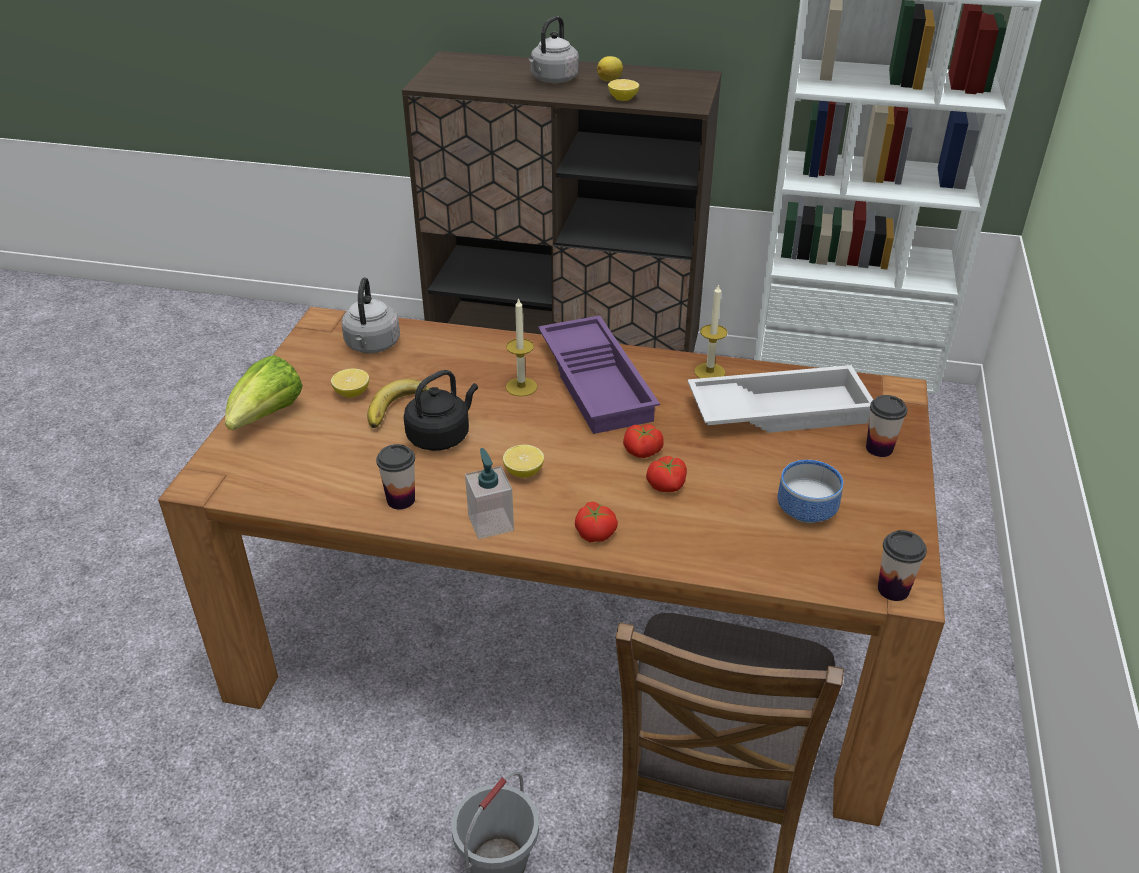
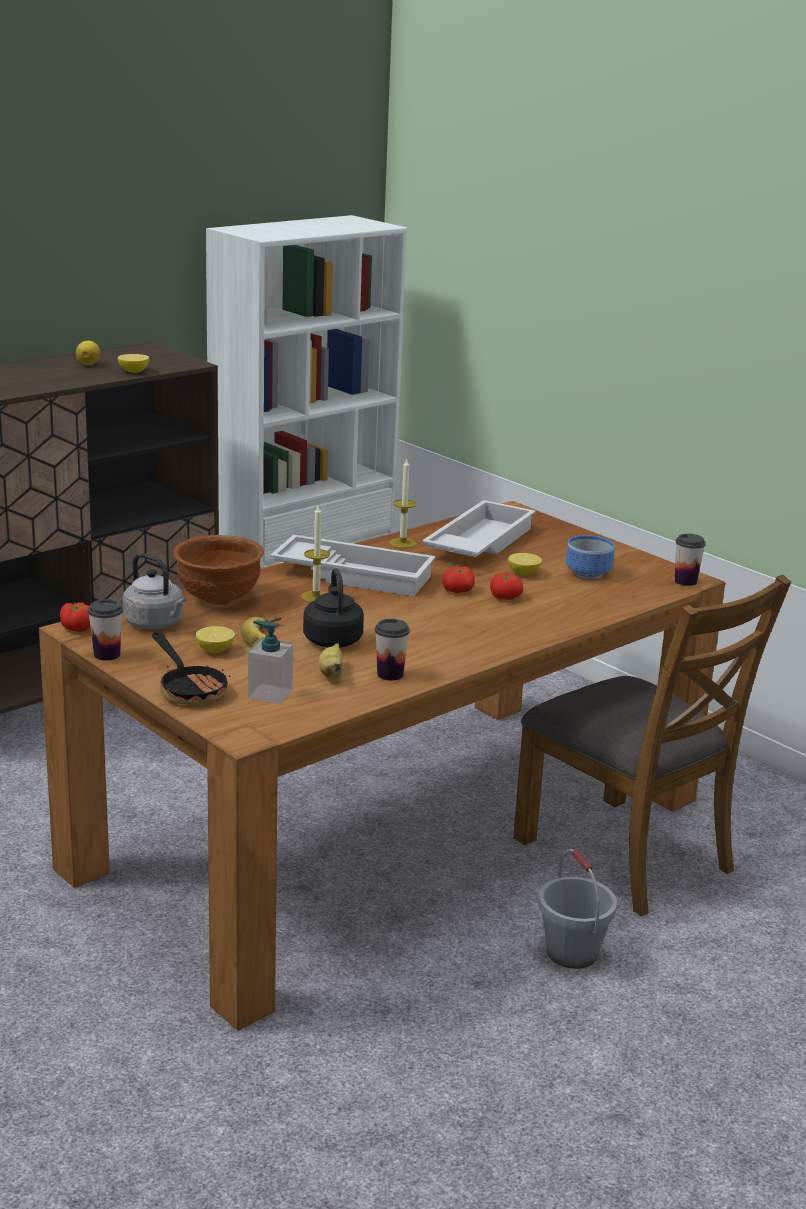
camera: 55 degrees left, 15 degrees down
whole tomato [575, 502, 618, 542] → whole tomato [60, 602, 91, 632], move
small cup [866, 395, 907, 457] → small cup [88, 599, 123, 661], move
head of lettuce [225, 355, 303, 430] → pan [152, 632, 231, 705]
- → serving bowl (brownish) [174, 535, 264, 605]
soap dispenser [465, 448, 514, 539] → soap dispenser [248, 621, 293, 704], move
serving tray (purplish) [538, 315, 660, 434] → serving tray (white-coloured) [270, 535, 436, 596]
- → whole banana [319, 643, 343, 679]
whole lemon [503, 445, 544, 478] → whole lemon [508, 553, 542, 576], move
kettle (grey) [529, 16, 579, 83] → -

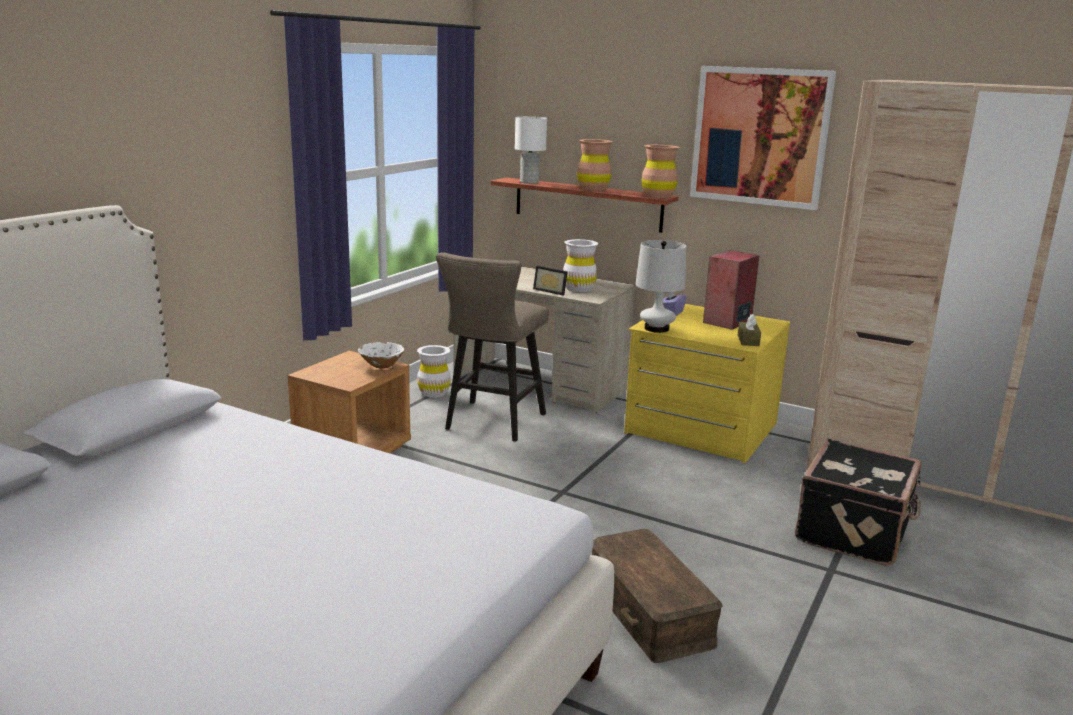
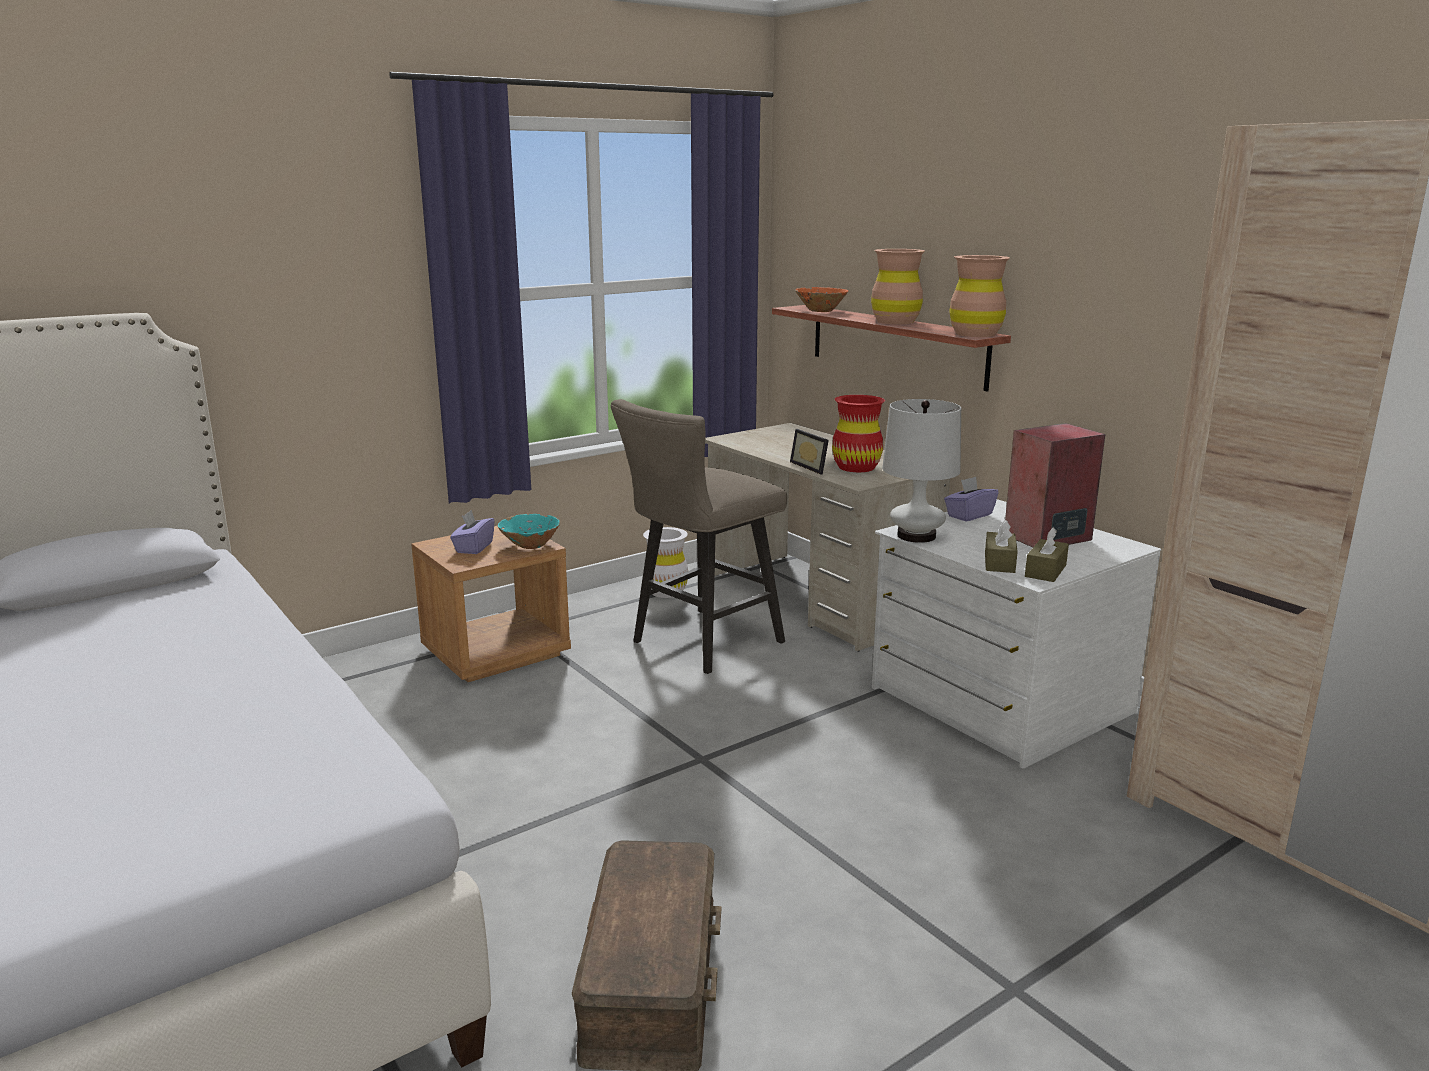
camera: 25 degrees right, 0 degrees up
- → tissue box (purplish) [450, 510, 495, 554]
serving bowl (white-coloured) [358, 342, 404, 369] → serving bowl (turquoise) [498, 514, 560, 549]
lamp for a table (white-coloured) [515, 116, 547, 184] → serving bowl (orange) [795, 287, 848, 312]
decorative vase (white-coloured) [563, 239, 598, 292] → decorative vase (red) [832, 395, 885, 472]
drawer chest (yellow-coloured) [624, 304, 790, 463] → drawer chest (white-coloured) [872, 499, 1161, 768]
- → tissue box (brownish) [985, 520, 1018, 573]
picture [690, 66, 836, 210] → -
travel case (black) [795, 439, 921, 566] → -

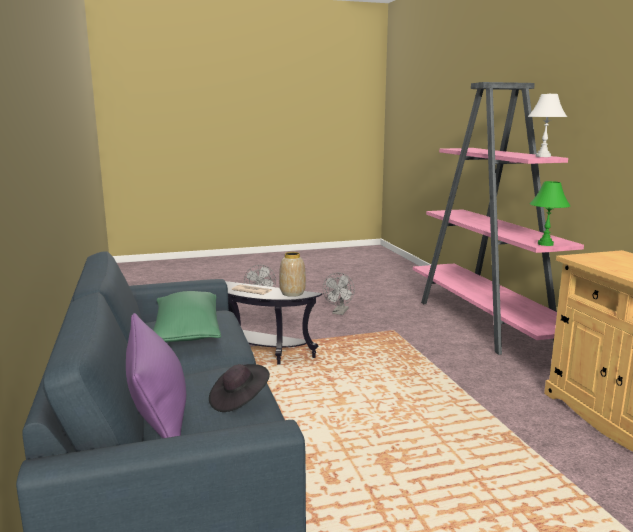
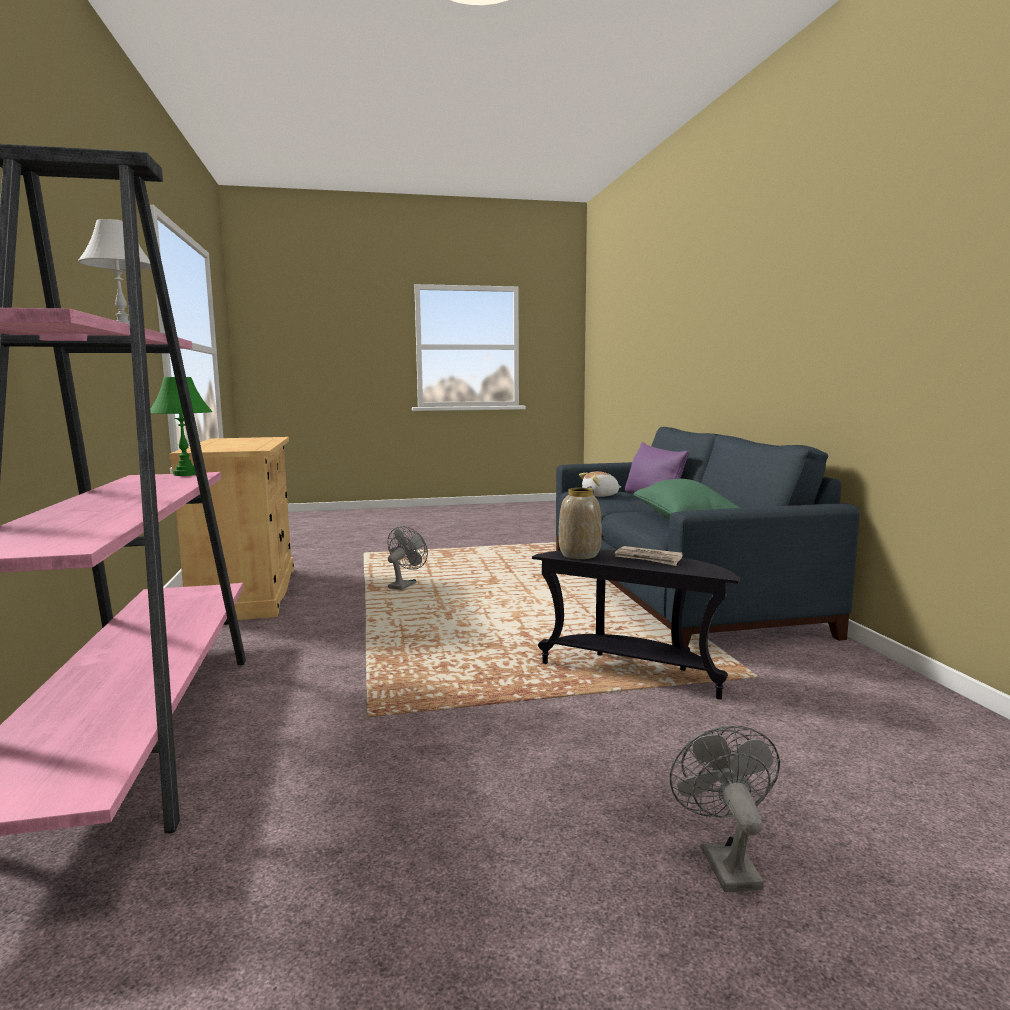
camera: 175 degrees left, 5 degrees down
cooling fan (grey) [323, 273, 355, 315] → cooling fan (grey) [387, 526, 428, 590], move
hat (black) [209, 364, 270, 412] → cuddly toy [579, 471, 621, 497]

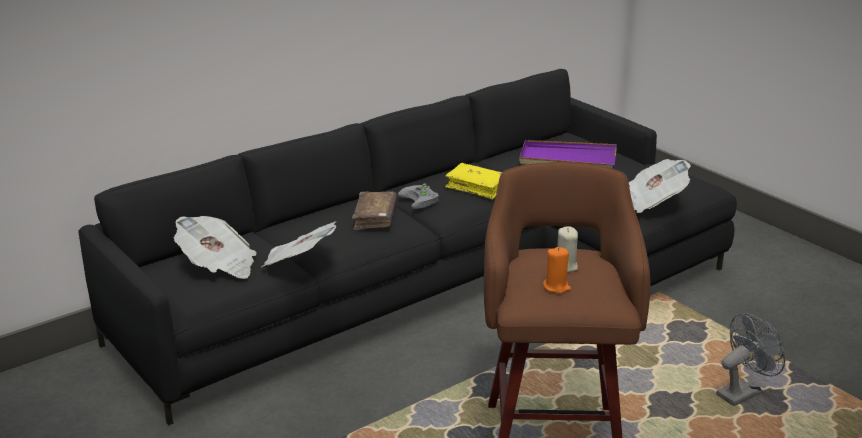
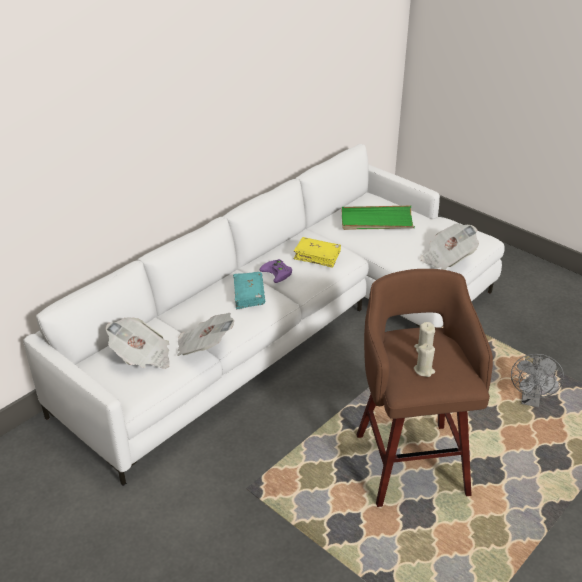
camera: 10 degrees left, 10 degrees up
settee (black) [79, 69, 737, 425] → settee (white-coloured) [23, 144, 505, 486]
book (brownish) [352, 191, 397, 230] → book (turquoise) [233, 272, 265, 309]
joypad (grey) [398, 183, 439, 209] → joypad (purplish) [260, 259, 292, 283]
serving tray (purplish) [519, 140, 617, 168] → serving tray (green) [342, 206, 415, 230]
wax candle (orange) [543, 247, 571, 294] → wax candle (sand-coloured) [414, 343, 435, 377]
cooling fan (grey) [716, 313, 785, 406] → cooling fan (grey) [511, 354, 564, 407], 150 degrees clockwise

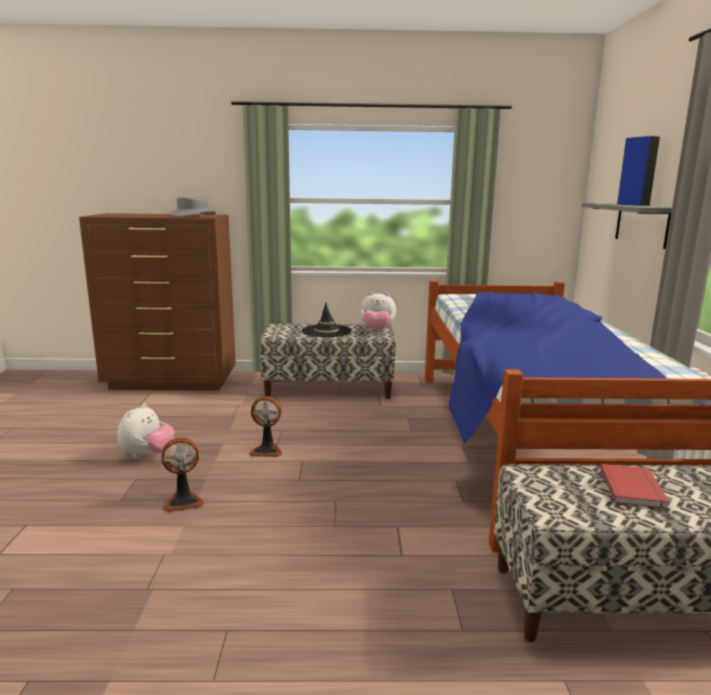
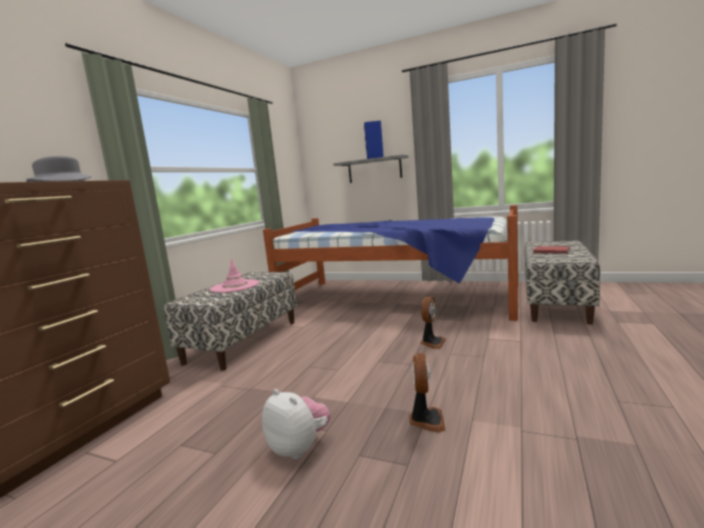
camera: 65 degrees left, 5 degrees down
hat (black) [302, 302, 351, 337] → hat (pink) [210, 258, 259, 293]
cooling fan [249, 396, 282, 457] → cooling fan [420, 296, 446, 349], move
cuddly toy [360, 292, 396, 331] → -

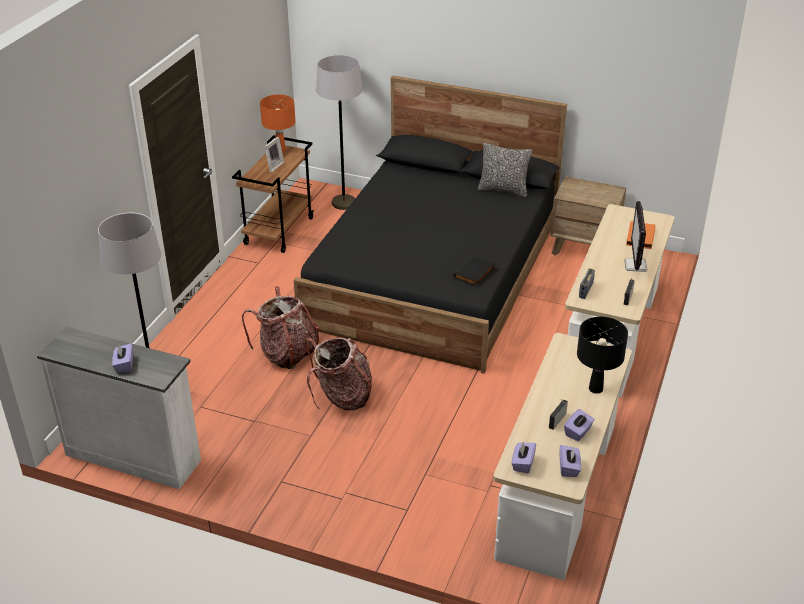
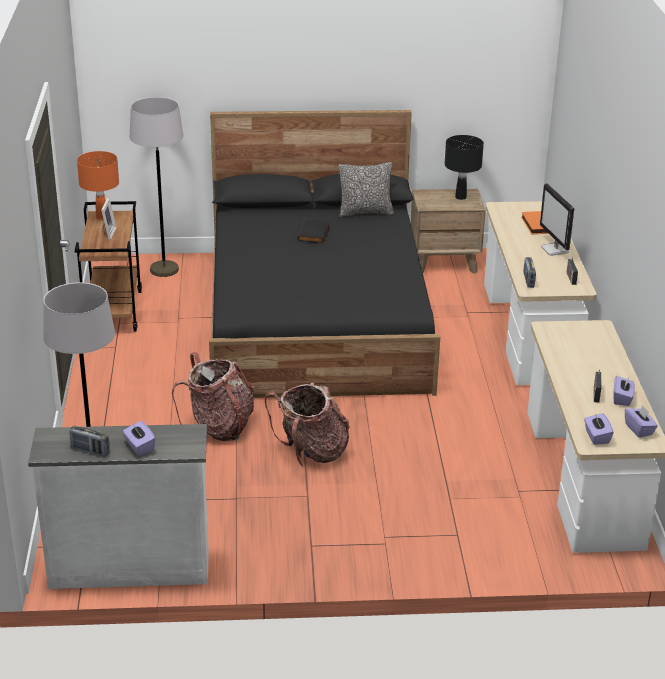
camera: 25 degrees left, 5 degrees down
- → radio receiver [69, 426, 110, 457]
book (black) [454, 255, 495, 286] → book (black) [298, 218, 330, 243], move
lamp for a table (black) [577, 317, 628, 394] → lamp for a table (black) [445, 135, 484, 200], move

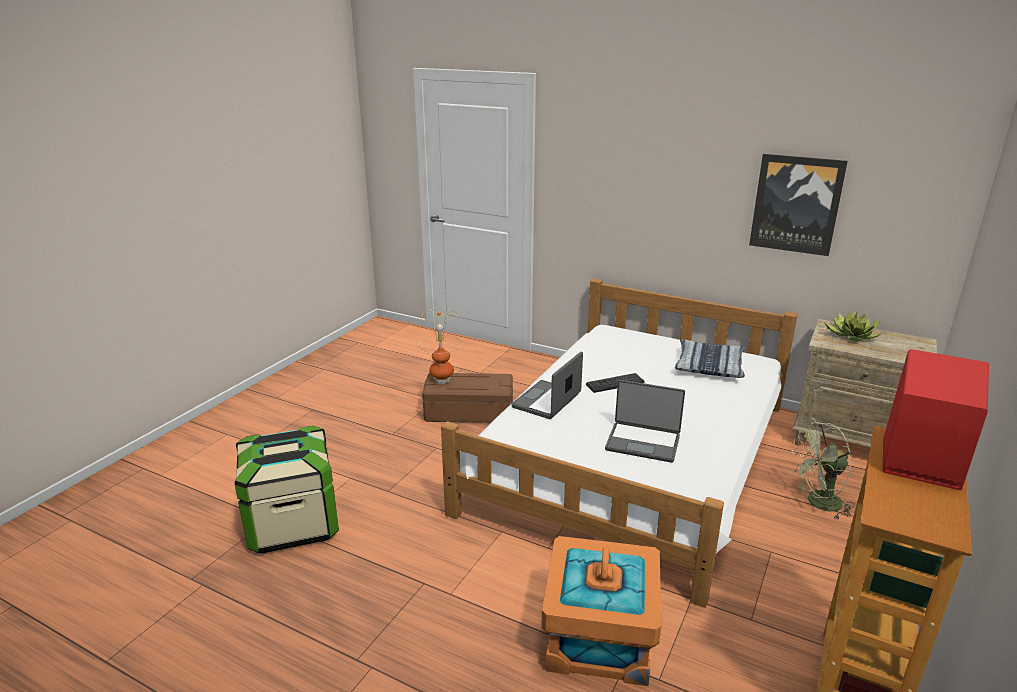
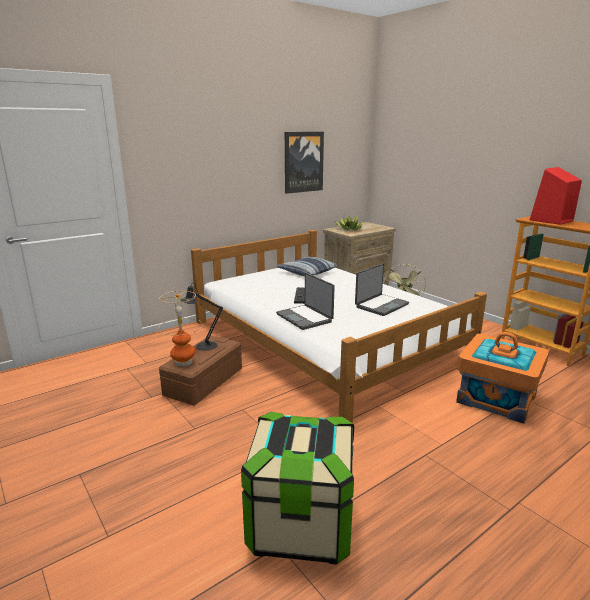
camera: 65 degrees left, 5 degrees down
- → lamp for a table (black) [181, 282, 223, 351]

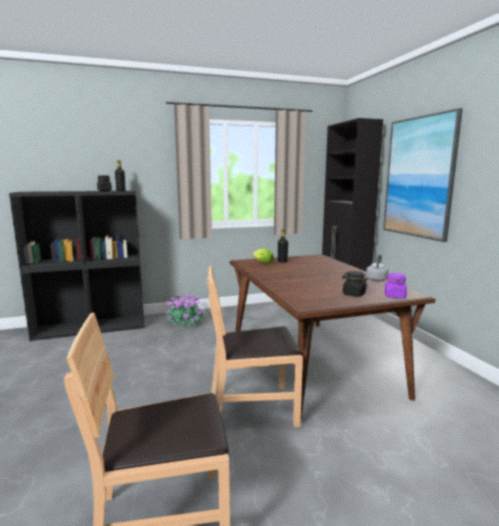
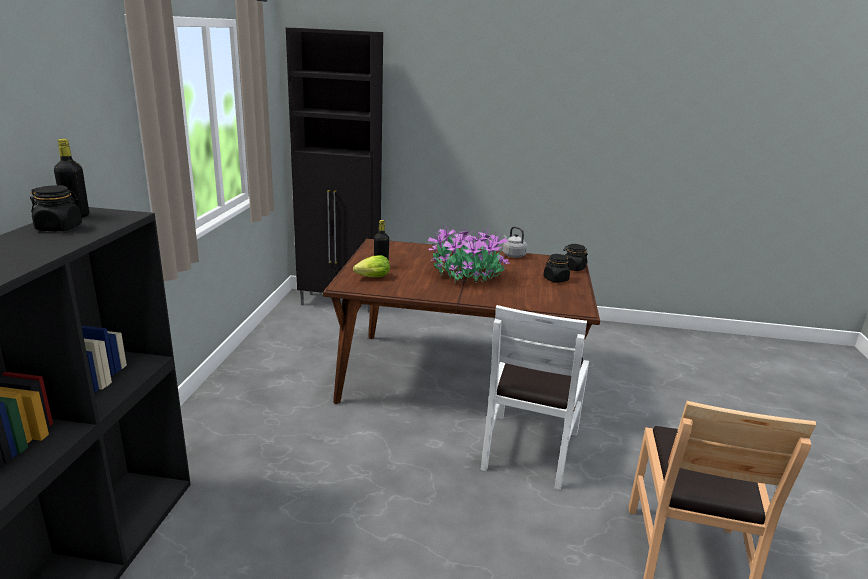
camera: 65 degrees left, 10 degrees up
potted plant [165, 292, 206, 327] → potted plant [428, 223, 510, 283], move
plain chair (brownish) [207, 266, 303, 427] → plain chair (white-coloured) [481, 305, 589, 490]
preserve jar (purplish) [385, 273, 407, 299] → preserve jar (black) [563, 244, 588, 271]
picture [383, 108, 463, 242] → -

